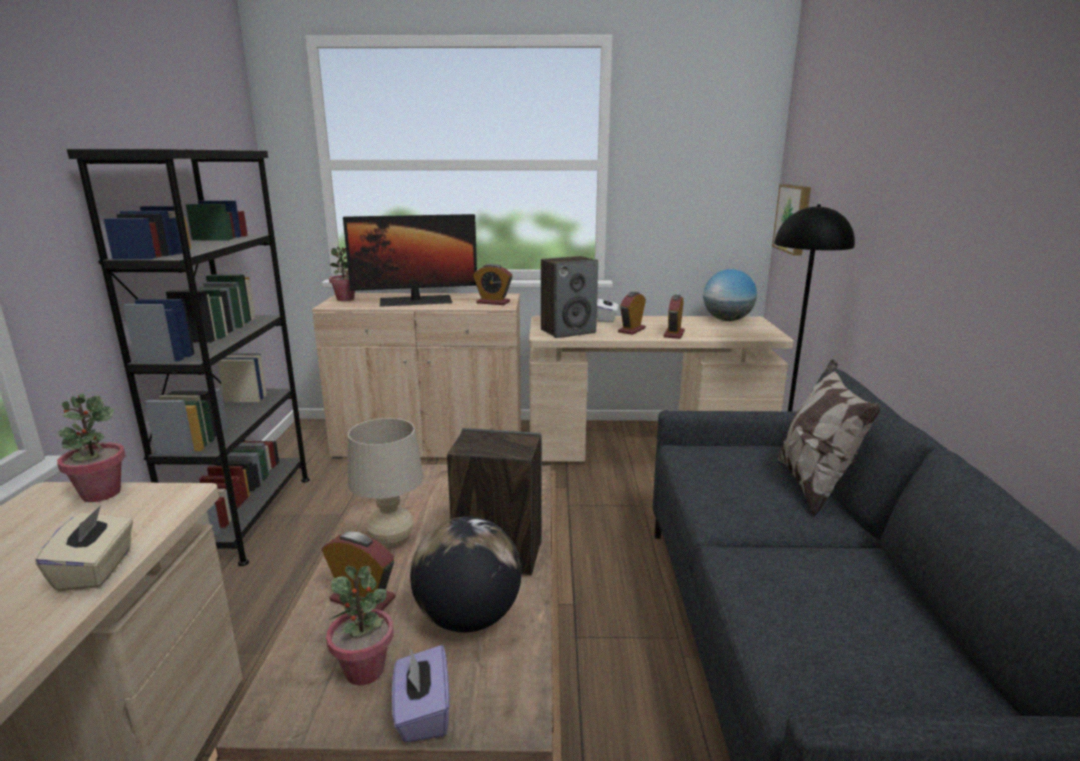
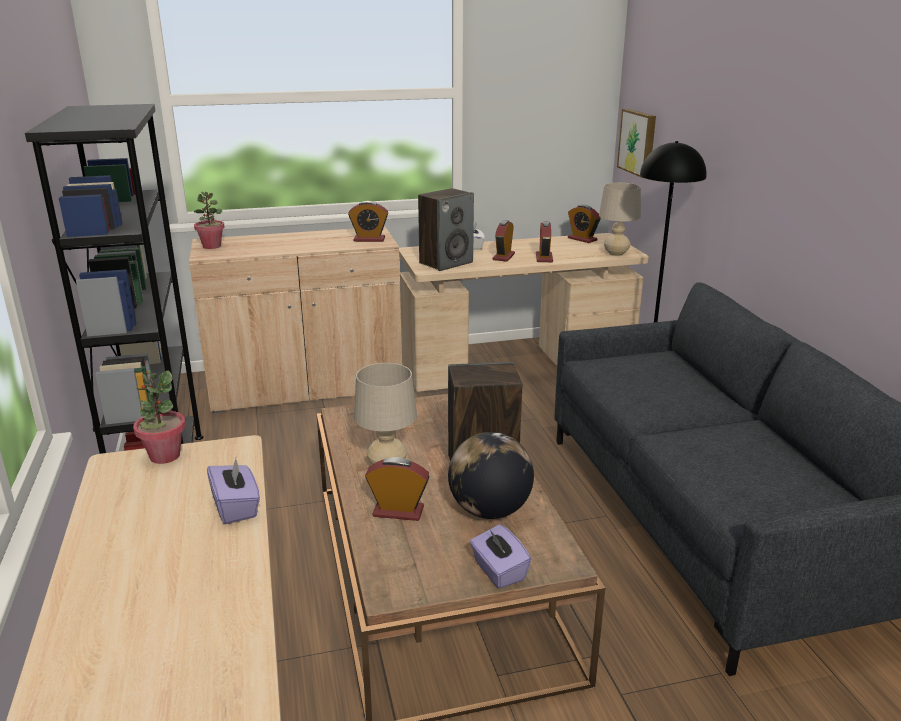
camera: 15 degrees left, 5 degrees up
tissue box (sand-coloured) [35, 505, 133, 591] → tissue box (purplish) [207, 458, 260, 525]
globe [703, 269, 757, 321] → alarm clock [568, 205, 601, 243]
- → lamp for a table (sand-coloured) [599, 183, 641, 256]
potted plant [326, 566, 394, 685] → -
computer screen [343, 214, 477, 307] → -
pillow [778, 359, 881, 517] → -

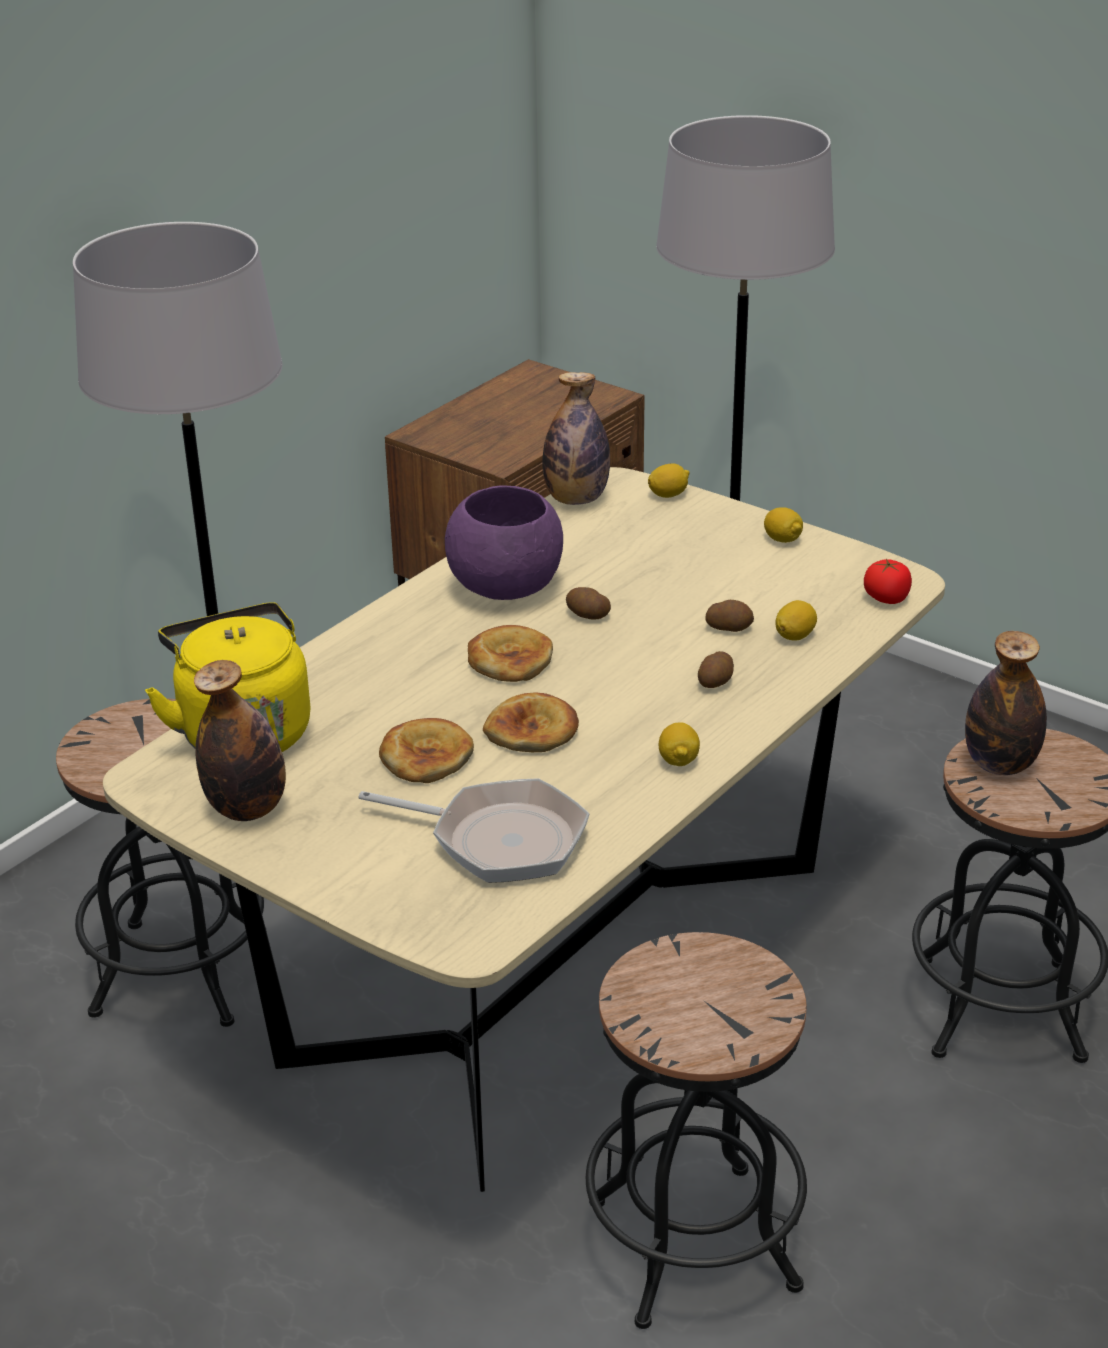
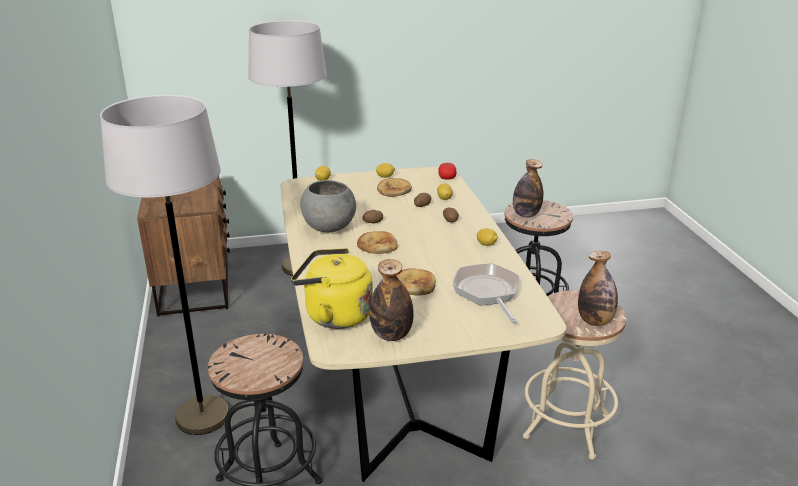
camera: 50 degrees left, 5 degrees down
serving bowl (purplish) [445, 486, 563, 600] → serving bowl (grey) [300, 180, 356, 232]
bread [483, 693, 579, 752] → bread [377, 178, 412, 197], move
pan [358, 778, 590, 883] → pan [453, 263, 519, 324], 75 degrees counterclockwise
sitting stool (black) [586, 932, 807, 1329] → sitting stool (sand-coloured) [523, 290, 627, 460]
bottle [542, 372, 610, 505] → bottle [578, 251, 618, 326], move

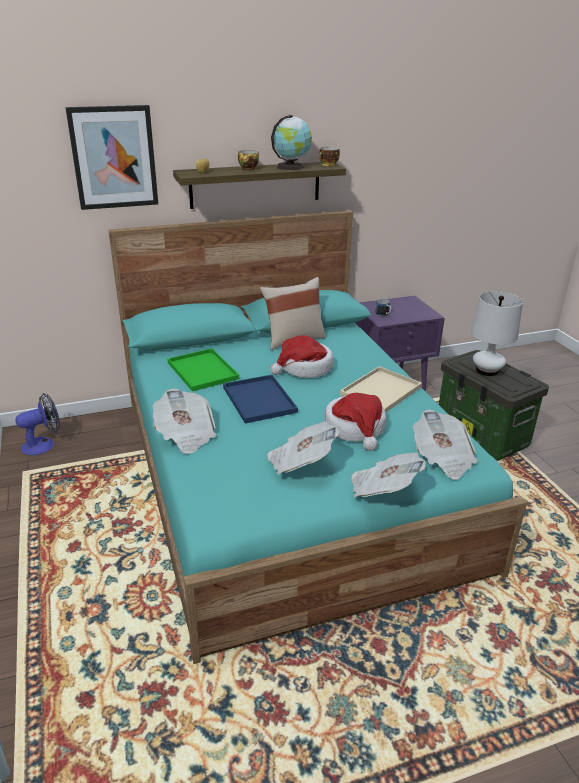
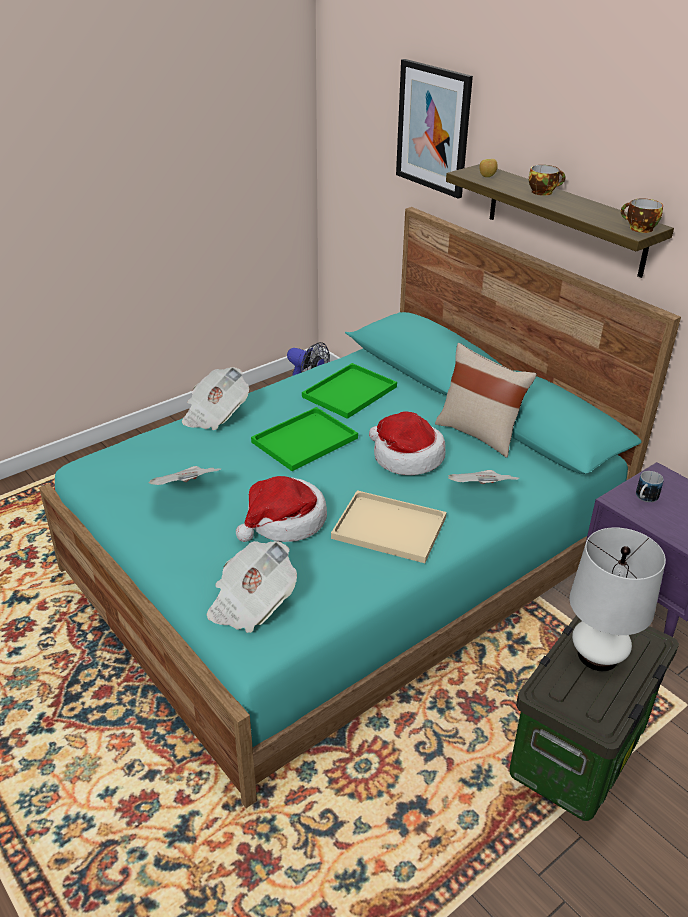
camera: 70 degrees right, 5 degrees up
serving tray (blue-coloured) [223, 375, 298, 424] → serving tray (green) [251, 407, 358, 471]
printed paper [351, 452, 426, 497] → printed paper [448, 470, 520, 484], move
globe [271, 115, 312, 170] → -

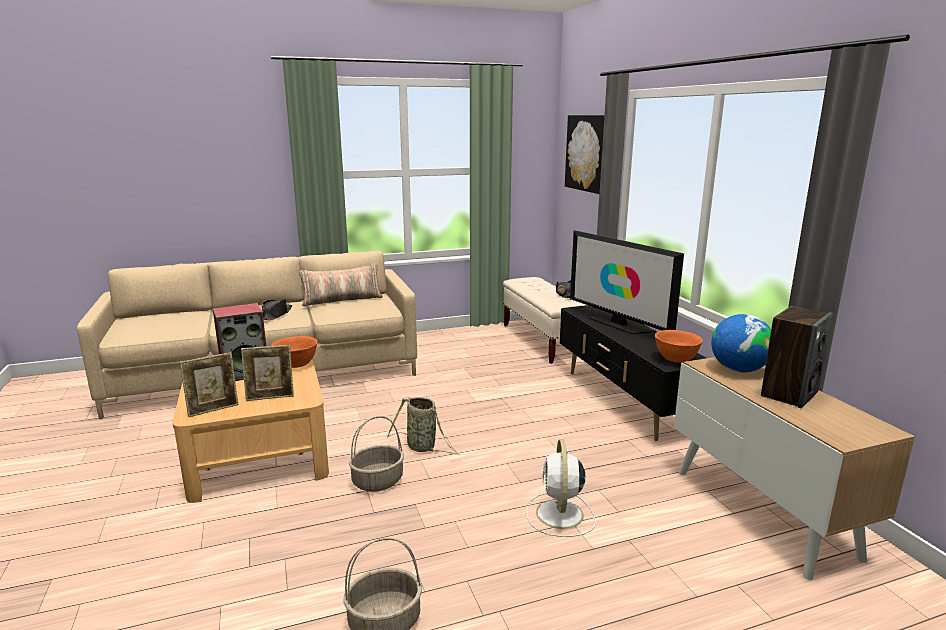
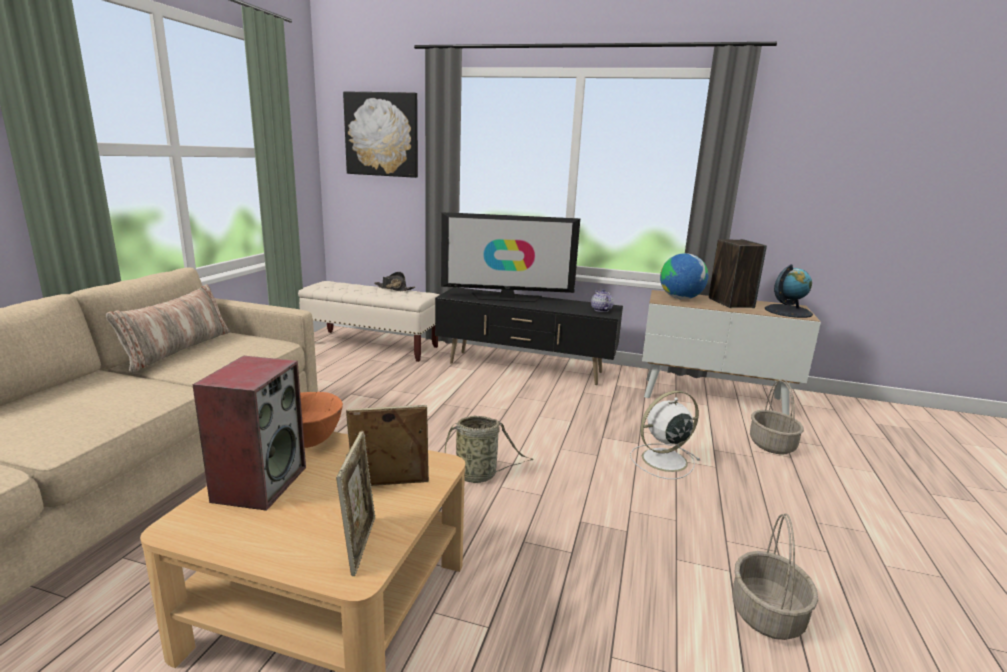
camera: 55 degrees left, 0 degrees up
photo frame [241, 345, 294, 401] → photo frame [346, 405, 429, 486], 120 degrees counterclockwise
serving bowl (orange) [655, 330, 703, 363] → tea pot [591, 289, 614, 312]
cooling fan (white-coloured) [527, 440, 596, 537] → cooling fan (white-coloured) [630, 391, 700, 479], 120 degrees clockwise
basket [349, 416, 404, 492] → basket [750, 379, 804, 455], move
- → globe [765, 264, 813, 318]
hat (black) [262, 299, 292, 320] → -

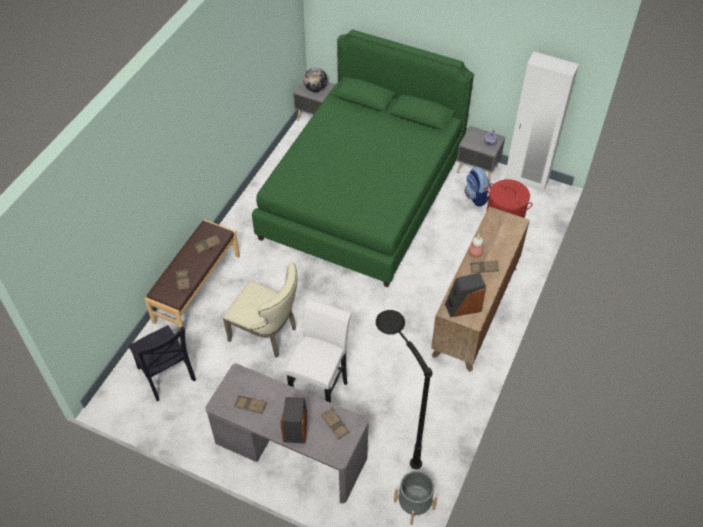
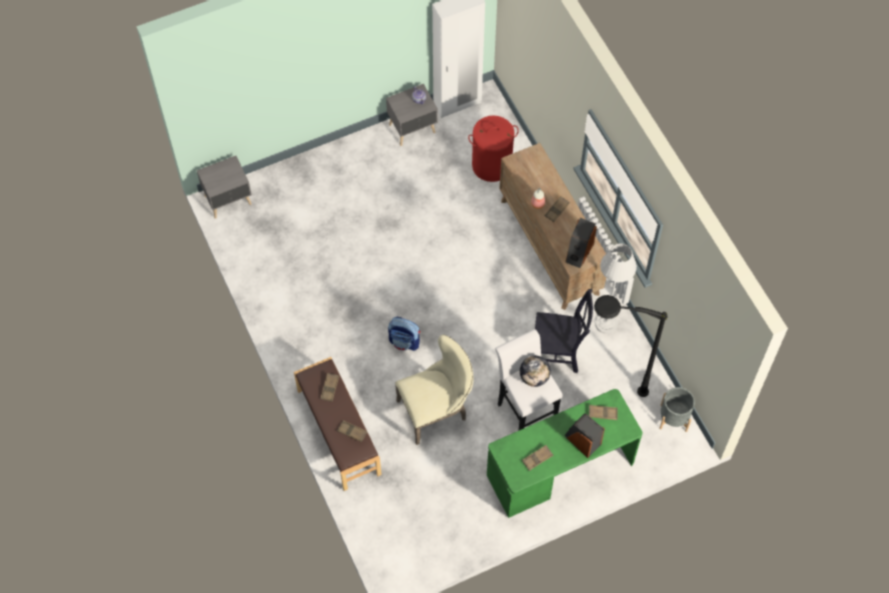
camera: 50 degrees left, 10 degrees up
knapsack [465, 166, 491, 207] → knapsack [388, 317, 420, 351], move
desk (grey) [205, 364, 369, 503] → desk (green) [487, 389, 642, 518]
globe [304, 68, 328, 92] → globe [520, 356, 551, 387], move
plain chair (black) [128, 325, 196, 401] → plain chair (black) [535, 289, 593, 373], move
- → standing lamp (grey) [595, 243, 637, 334]
bedroom bed (green) [252, 29, 474, 287] → -

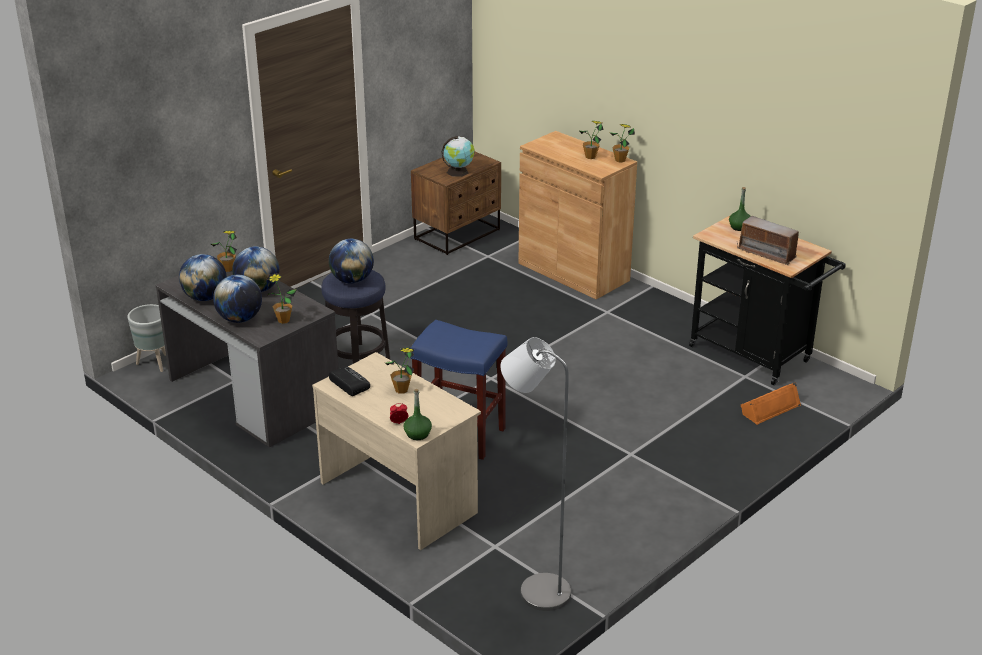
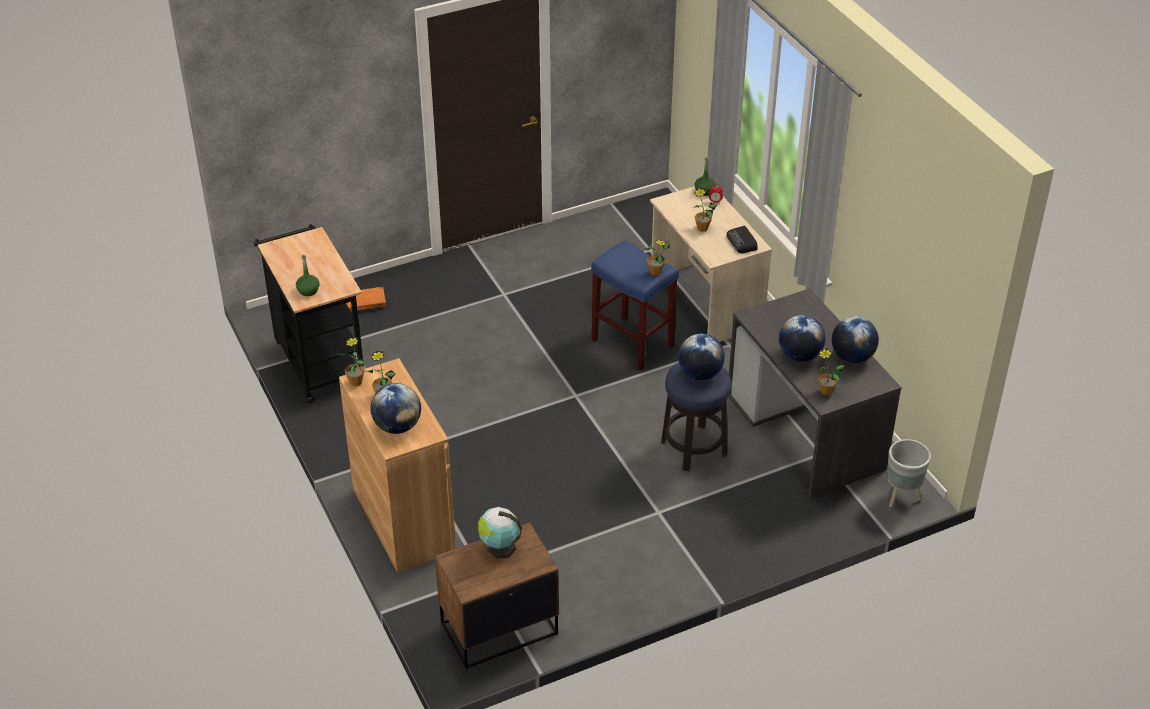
camera: 160 degrees left, 10 degrees up
globe [213, 275, 262, 323] → globe [371, 383, 421, 434], move
potted plant [267, 273, 297, 324] → potted plant [644, 239, 670, 276], move
standing lamp (grey) [500, 337, 571, 611] → -
radio receiver [737, 216, 802, 265] → -

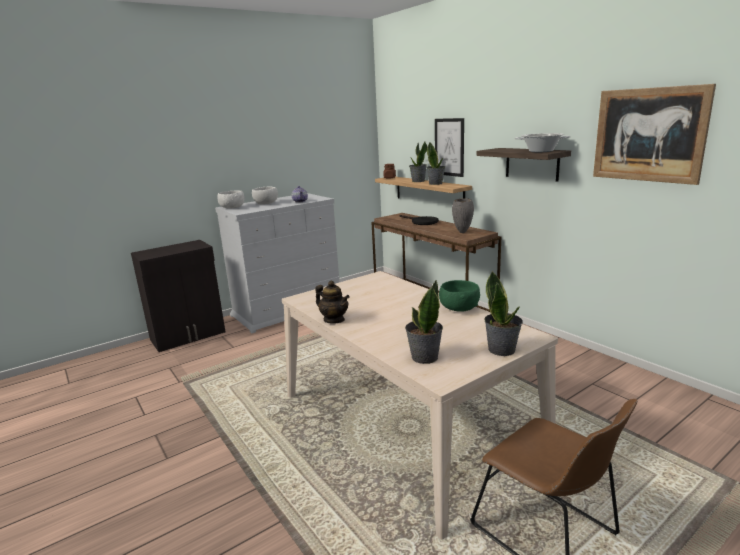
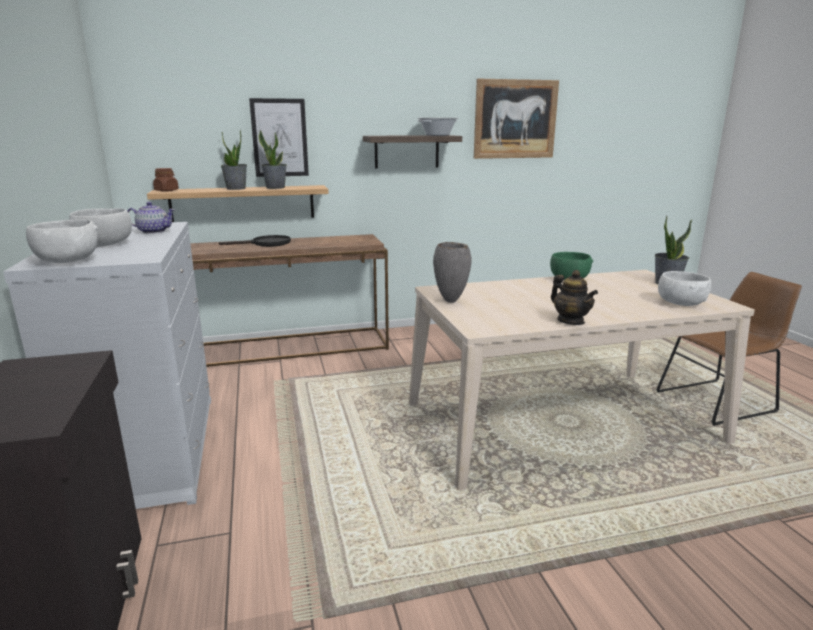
camera: 70 degrees left, 0 degrees up
decorative vase (grey) [452, 199, 474, 233] → decorative vase (grey) [433, 242, 471, 303], move
tea pot [315, 281, 350, 324] → tea pot [551, 270, 598, 325], 90 degrees clockwise
potted plant [405, 280, 443, 364] → serving bowl (white-coloured) [658, 271, 711, 306]

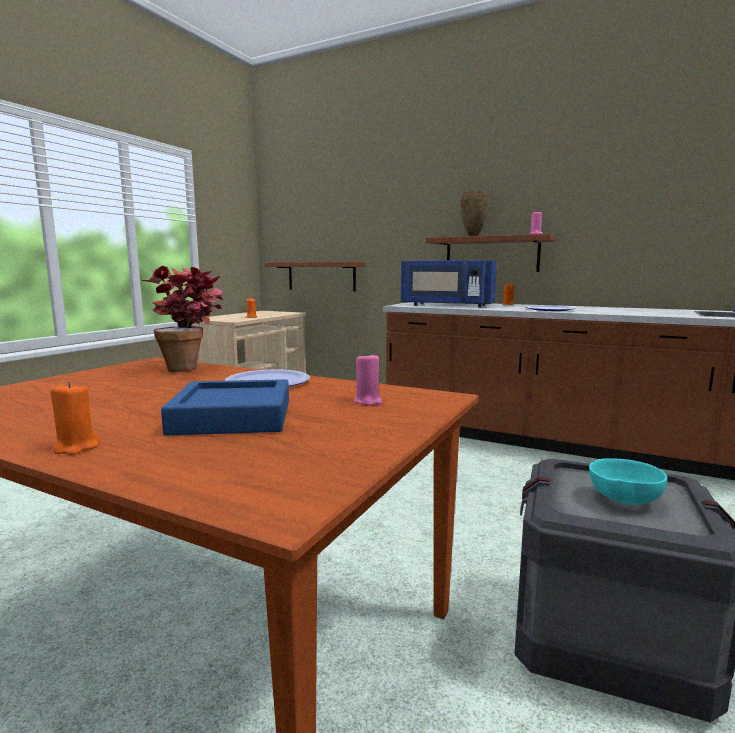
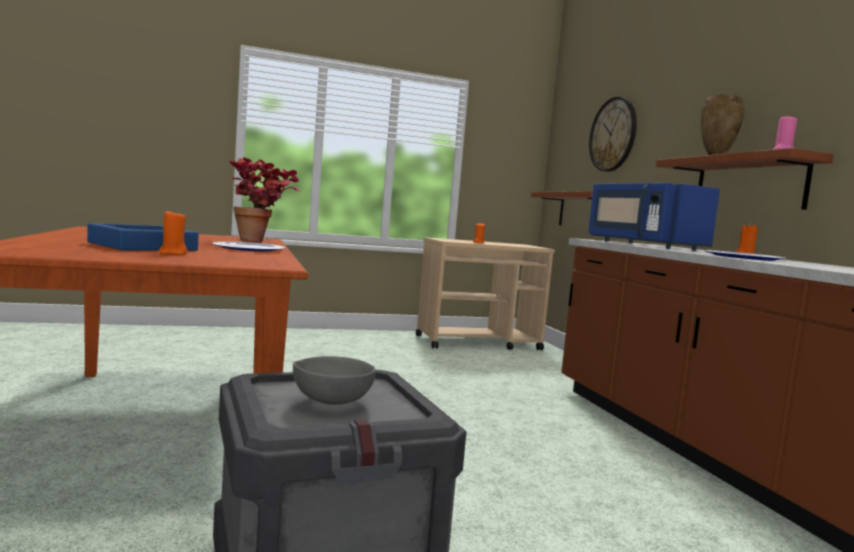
camera: 45 degrees right, 5 degrees down
wax candle (orange) [50, 382, 100, 455] → wax candle (orange) [158, 210, 187, 254], move
serving bowl (turquoise) [589, 458, 667, 504] → serving bowl (grey) [293, 356, 376, 405]
- → hanging clock [589, 97, 637, 172]
wax candle (pink) [354, 352, 382, 406] → -

